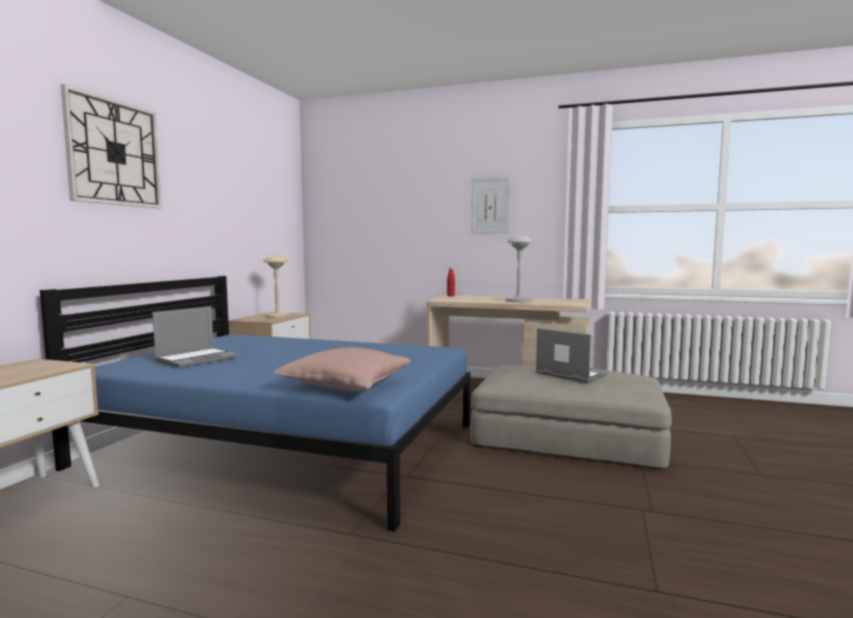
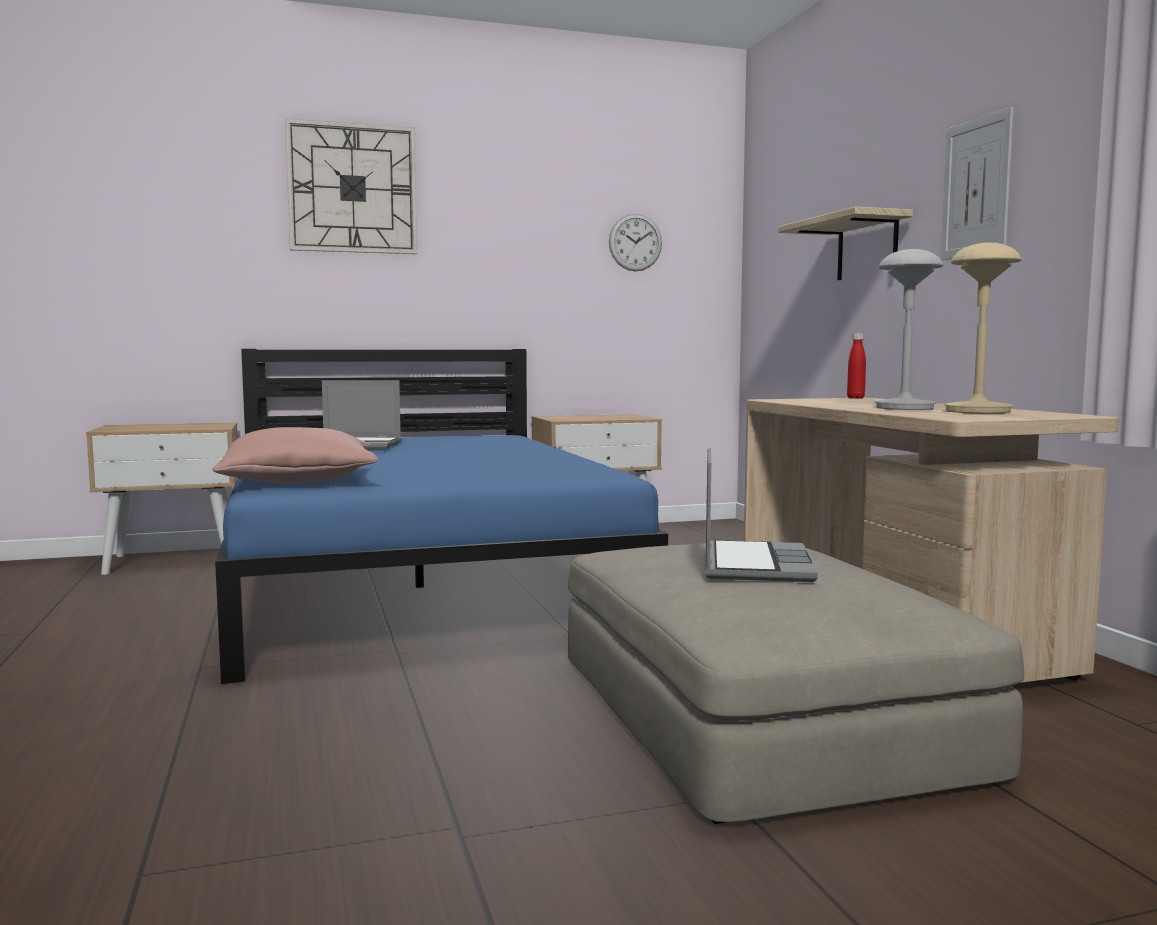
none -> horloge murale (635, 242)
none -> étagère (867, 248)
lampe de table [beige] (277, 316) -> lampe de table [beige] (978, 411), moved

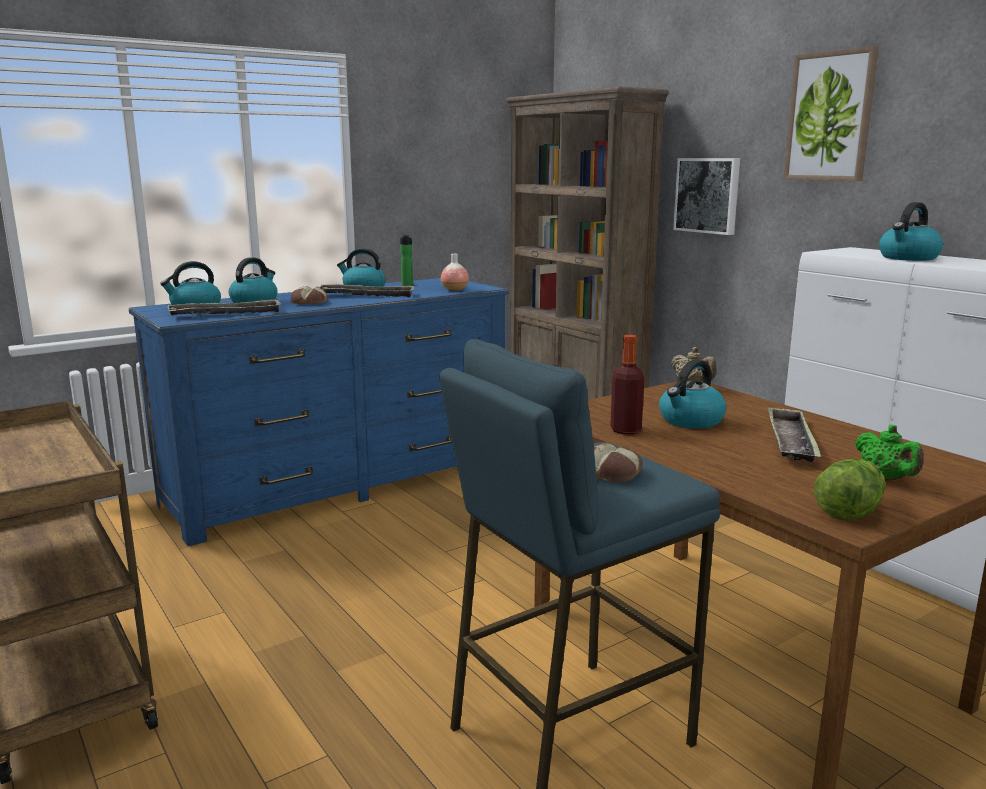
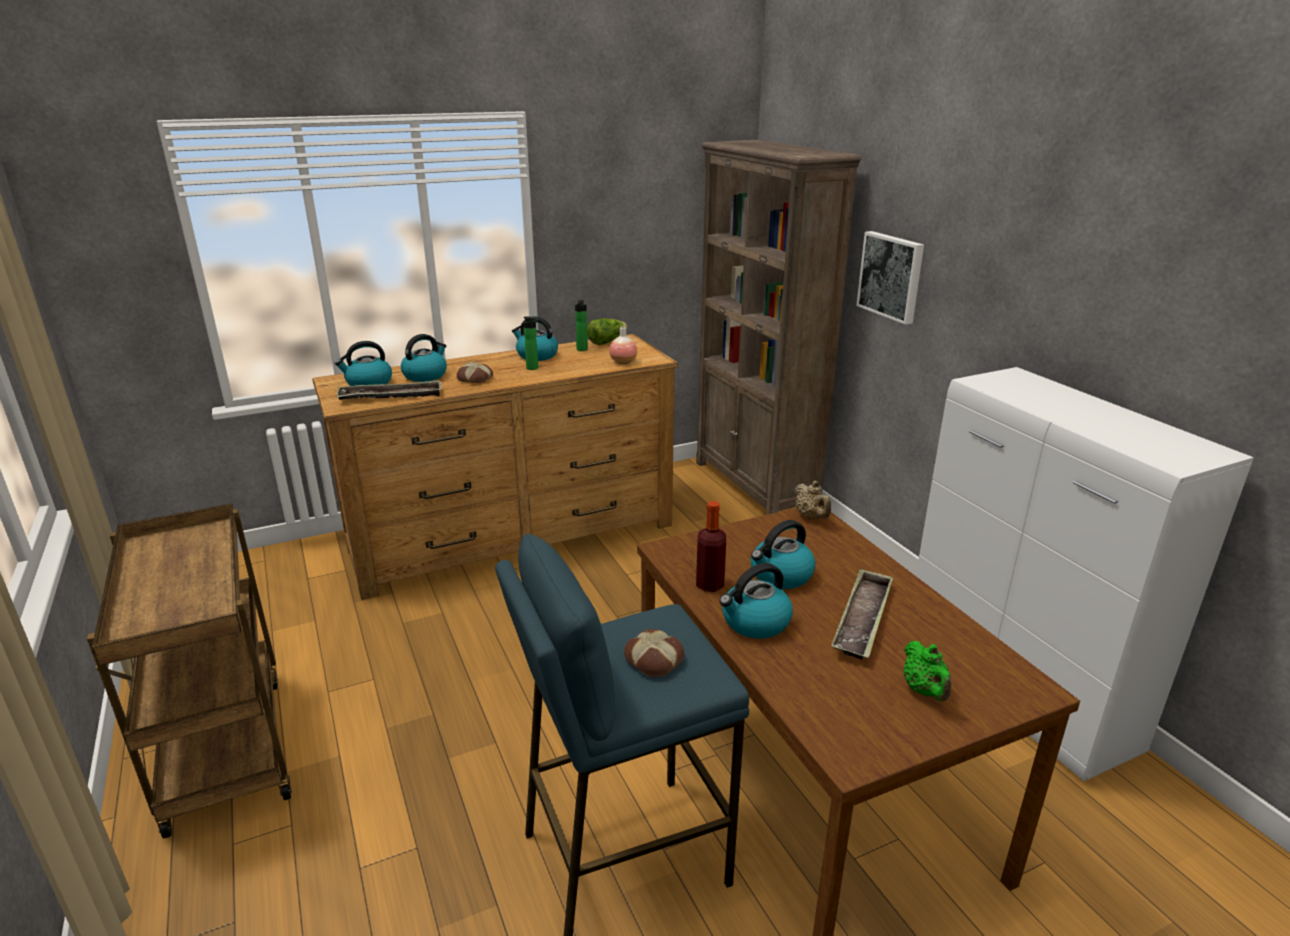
commode [bleu] (341, 484) -> commode [marron] (513, 536)
plateau (366, 295) -> bouteille (534, 368)
laitue (848, 509) -> laitue (607, 342), moved
bouilloire (908, 258) -> bouilloire (755, 622), moved
tableau (830, 117) -> none

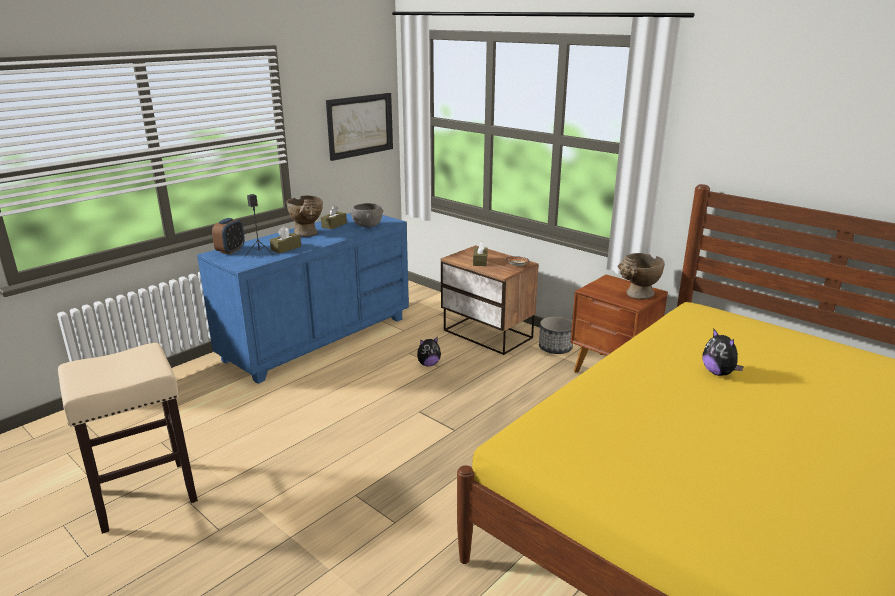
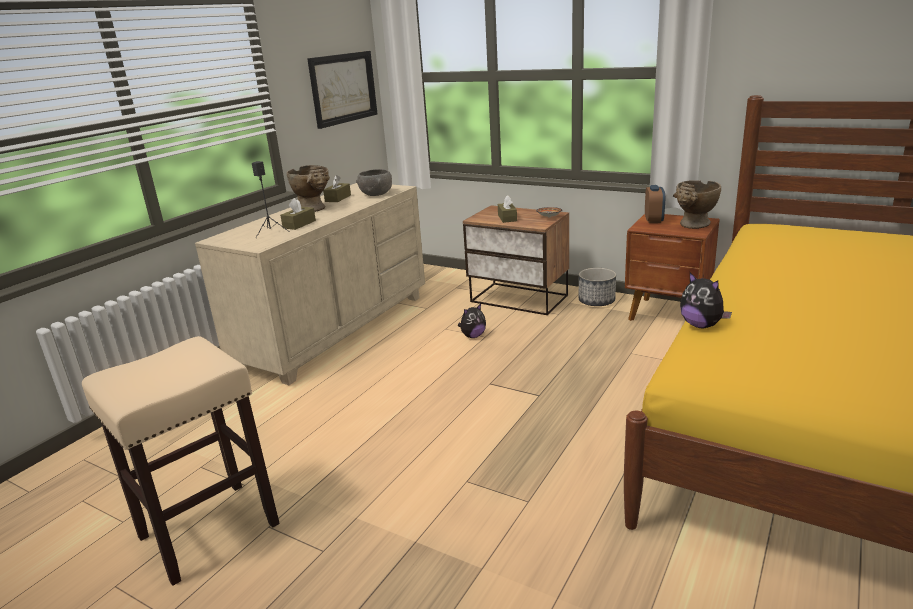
commode [bleu] (318, 339) -> commode [beige] (336, 330)
réveil (230, 250) -> réveil (653, 220), moved
peluche (718, 373) -> peluche (701, 325), moved

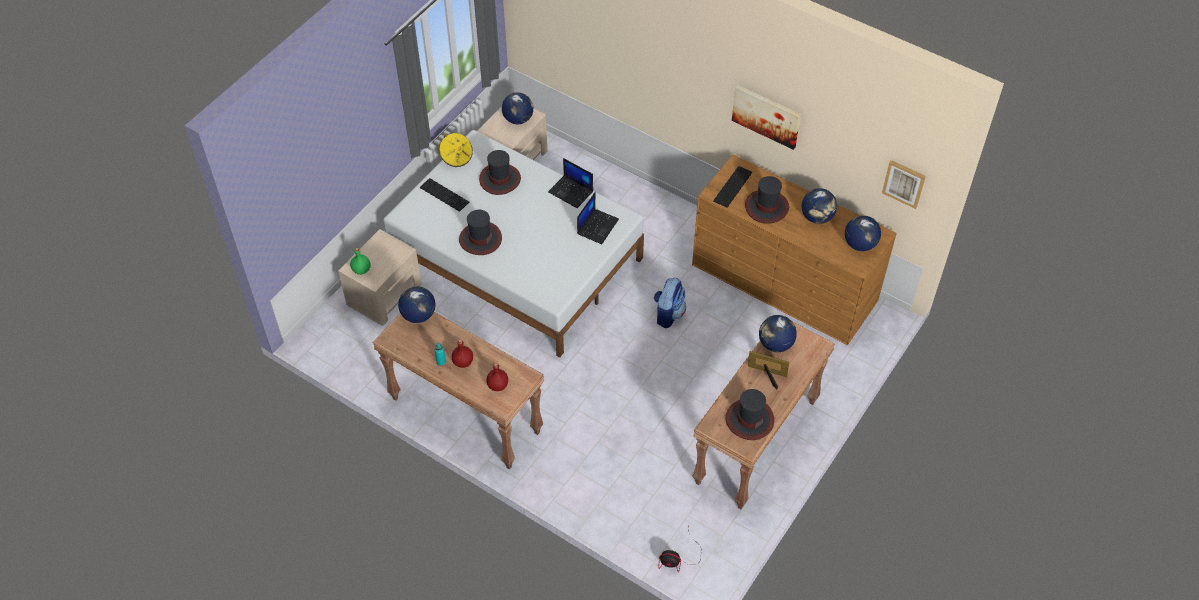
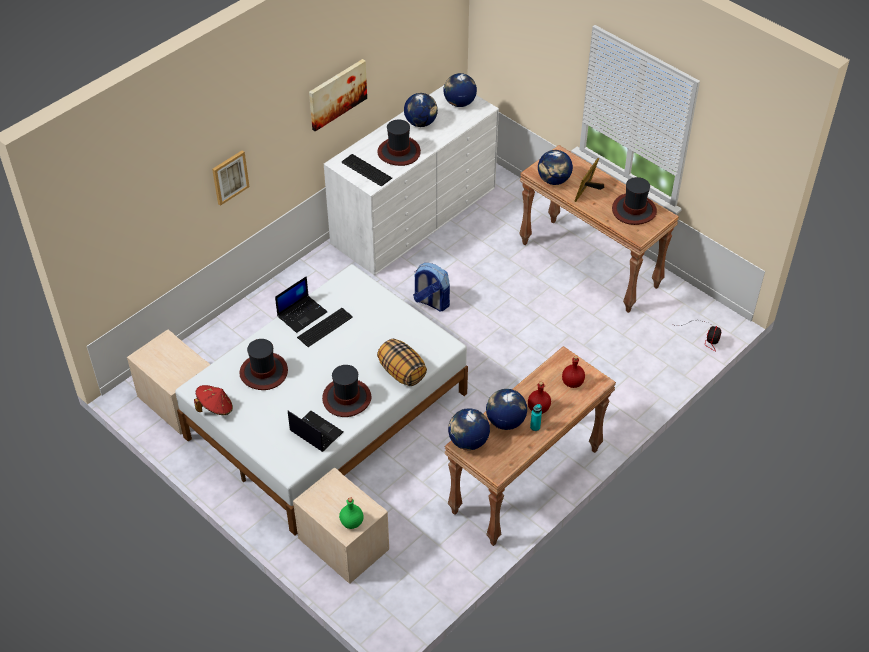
chapeau [jaune] (456, 157) -> chapeau [rouge] (215, 408)
tableau (904, 183) -> tableau (230, 177), moved
ordinateur portable (597, 226) -> ordinateur portable (315, 432), moved
clavier (444, 194) -> clavier (323, 327), moved
commode [marron] (784, 283) -> commode [blanc] (414, 214)
none -> coussin (401, 372)
globe (518, 119) -> globe (505, 421), moved

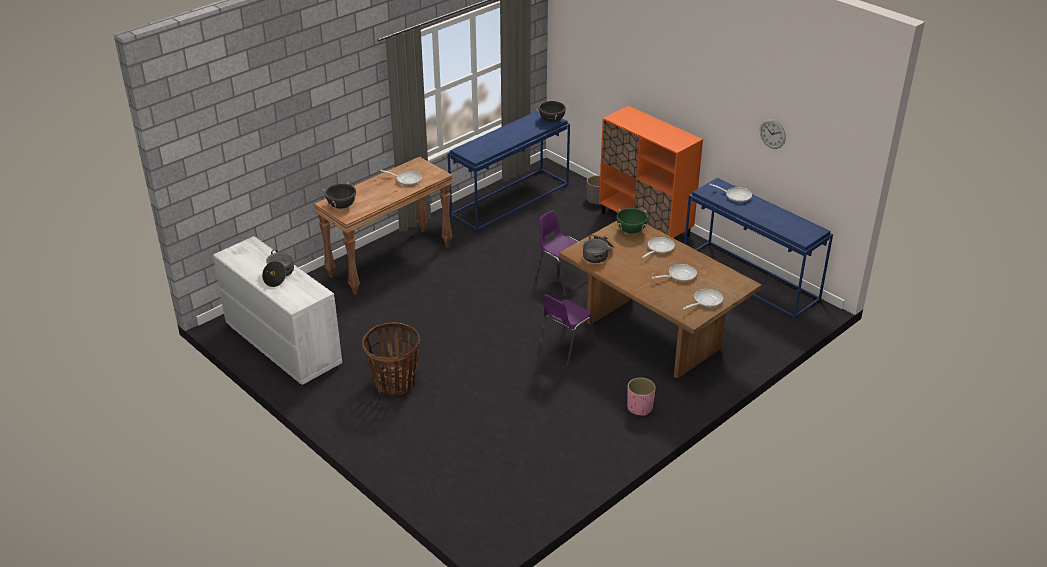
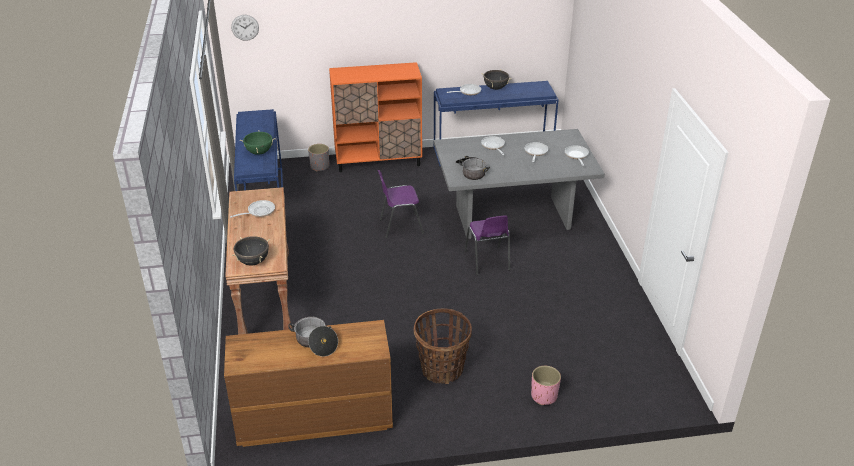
commode [blanc] (282, 344) -> commode [marron] (313, 419)
horloge murale (772, 133) -> horloge murale (245, 27), moved
marmite [vert] (631, 231) -> marmite [vert] (259, 152), moved
table à manger [marron] (652, 335) -> table à manger [gris] (512, 217)
marmite [noir] (552, 120) -> marmite [noir] (495, 88), moved
cache-pot [rose] (640, 407) -> cache-pot [rose] (544, 396), moved

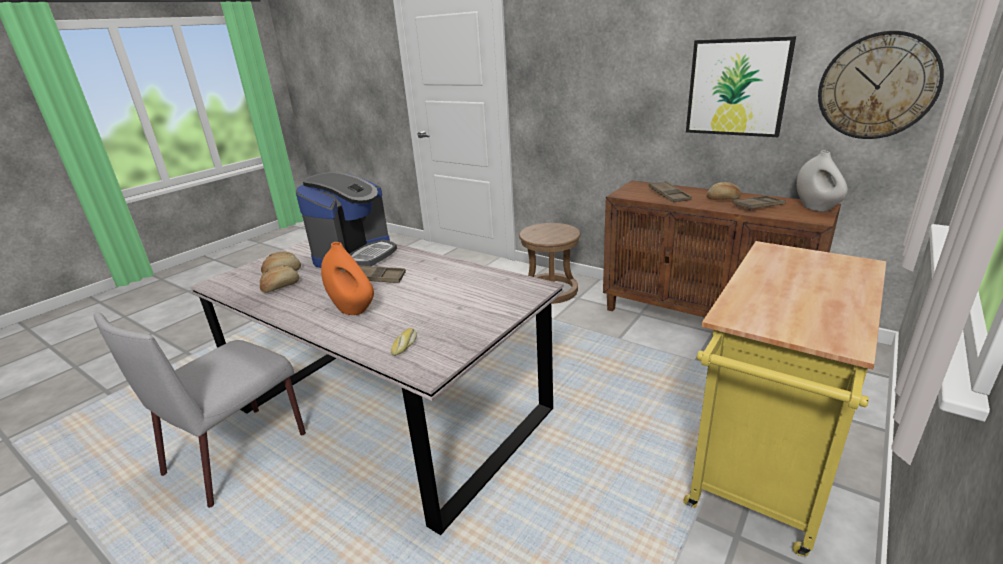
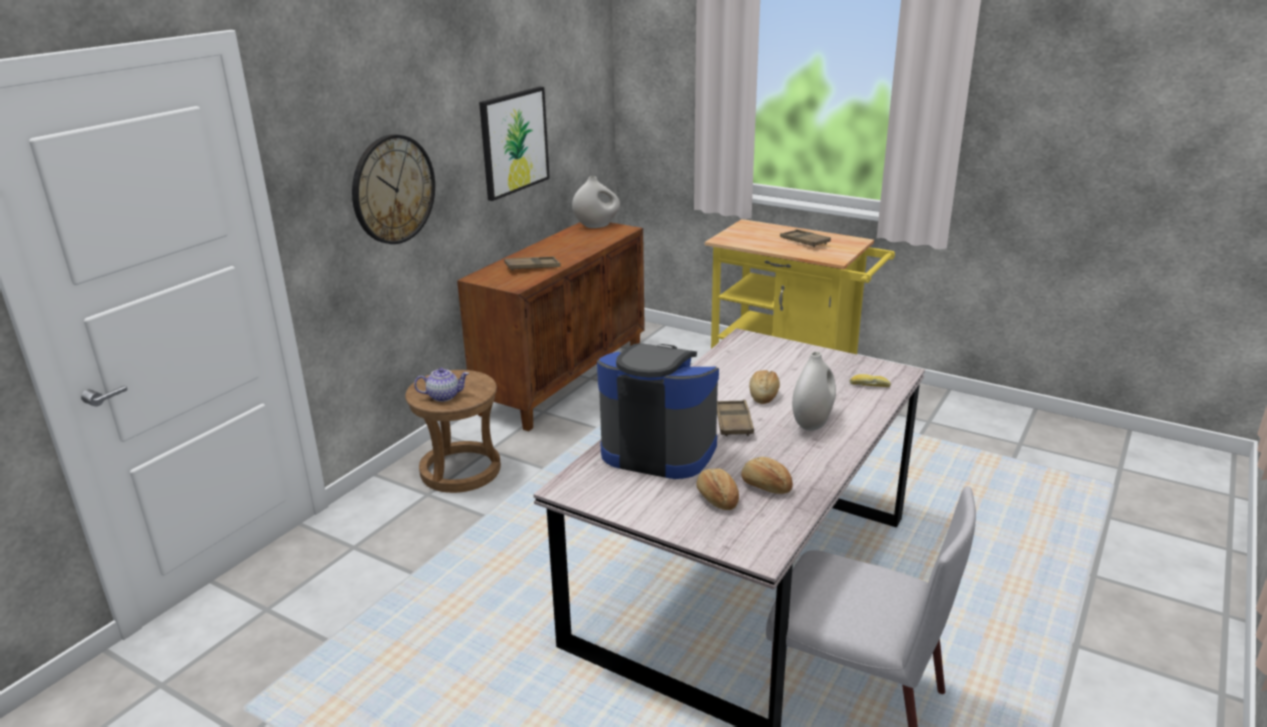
horloge murale (877, 86) -> horloge murale (393, 189), moved
none -> théière (444, 396)
pain (723, 199) -> pain (763, 395), moved
plateau [marron] (758, 206) -> plateau [marron] (804, 242), moved
vase [orange] (352, 309) -> vase [blanc] (812, 422)

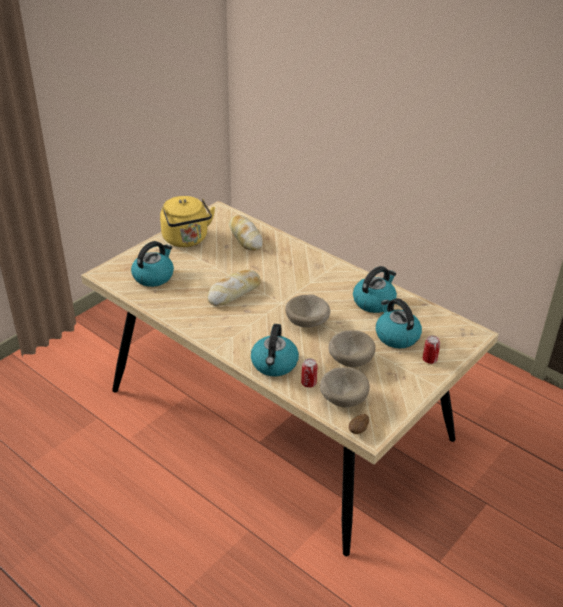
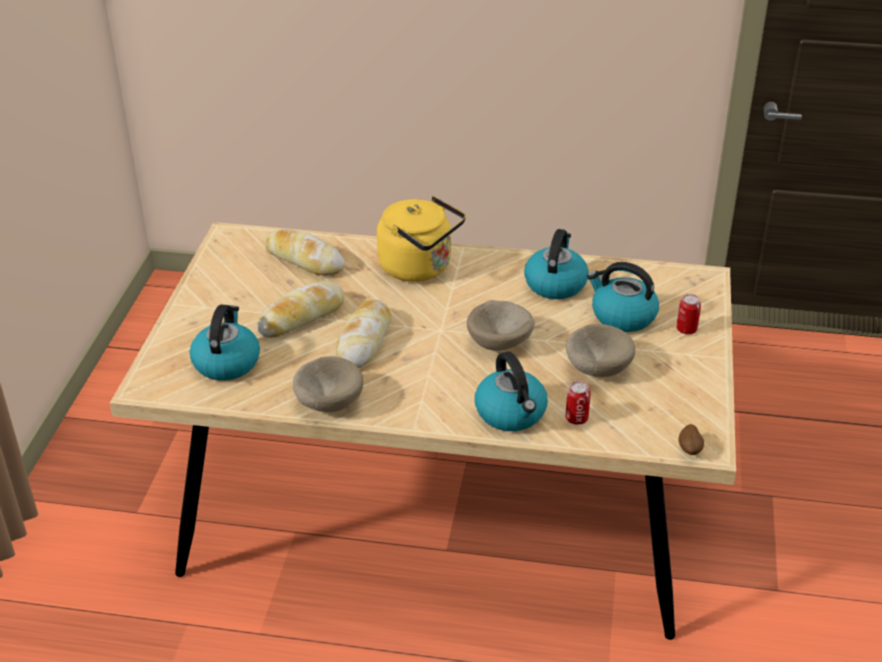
none -> pain (301, 317)
bol [beige] (343, 398) -> bol [beige] (328, 401), moved
bouilloire [jaune] (187, 240) -> bouilloire [jaune] (420, 268), moved

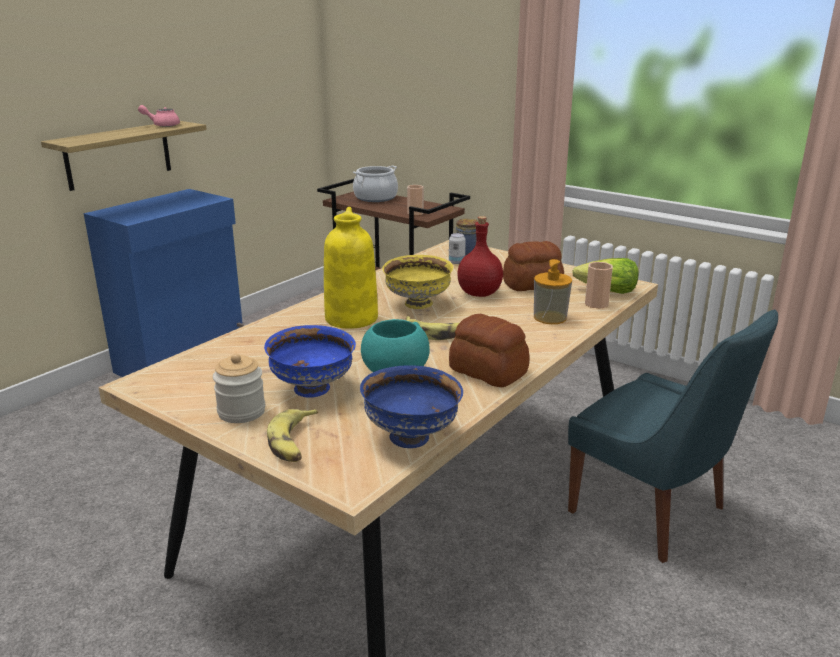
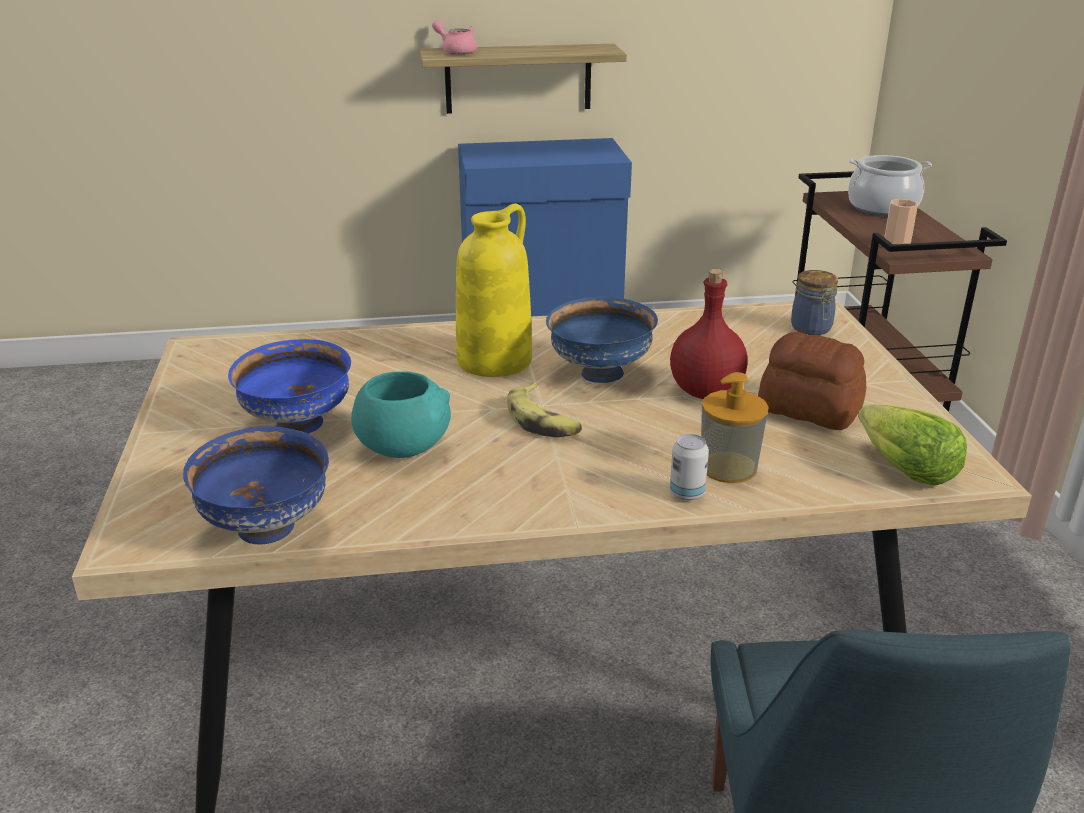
théière [rose] (162, 125) -> théière [rose] (456, 51), moved
bol [jaune] (418, 304) -> bol [bleu] (600, 375)
boîte métallique (456, 262) -> boîte métallique (687, 493), moved
bocal (241, 412) -> none
banane (294, 443) -> none
pain (488, 372) -> none
tasse (596, 304) -> none

